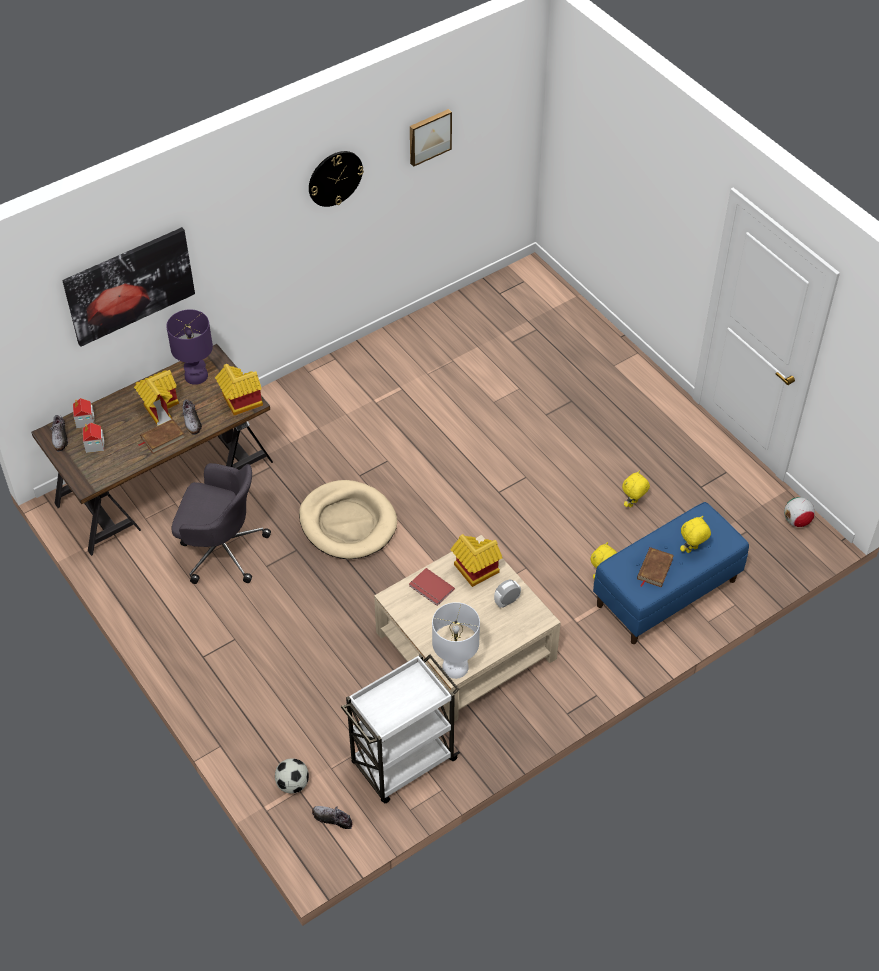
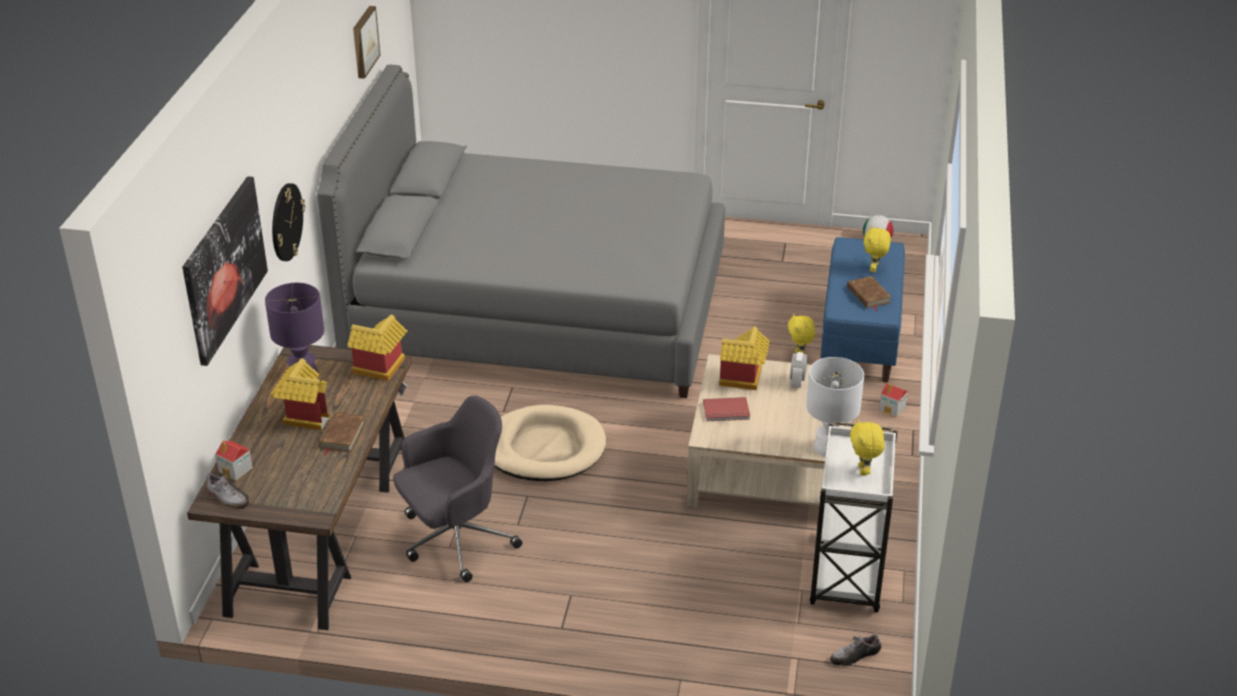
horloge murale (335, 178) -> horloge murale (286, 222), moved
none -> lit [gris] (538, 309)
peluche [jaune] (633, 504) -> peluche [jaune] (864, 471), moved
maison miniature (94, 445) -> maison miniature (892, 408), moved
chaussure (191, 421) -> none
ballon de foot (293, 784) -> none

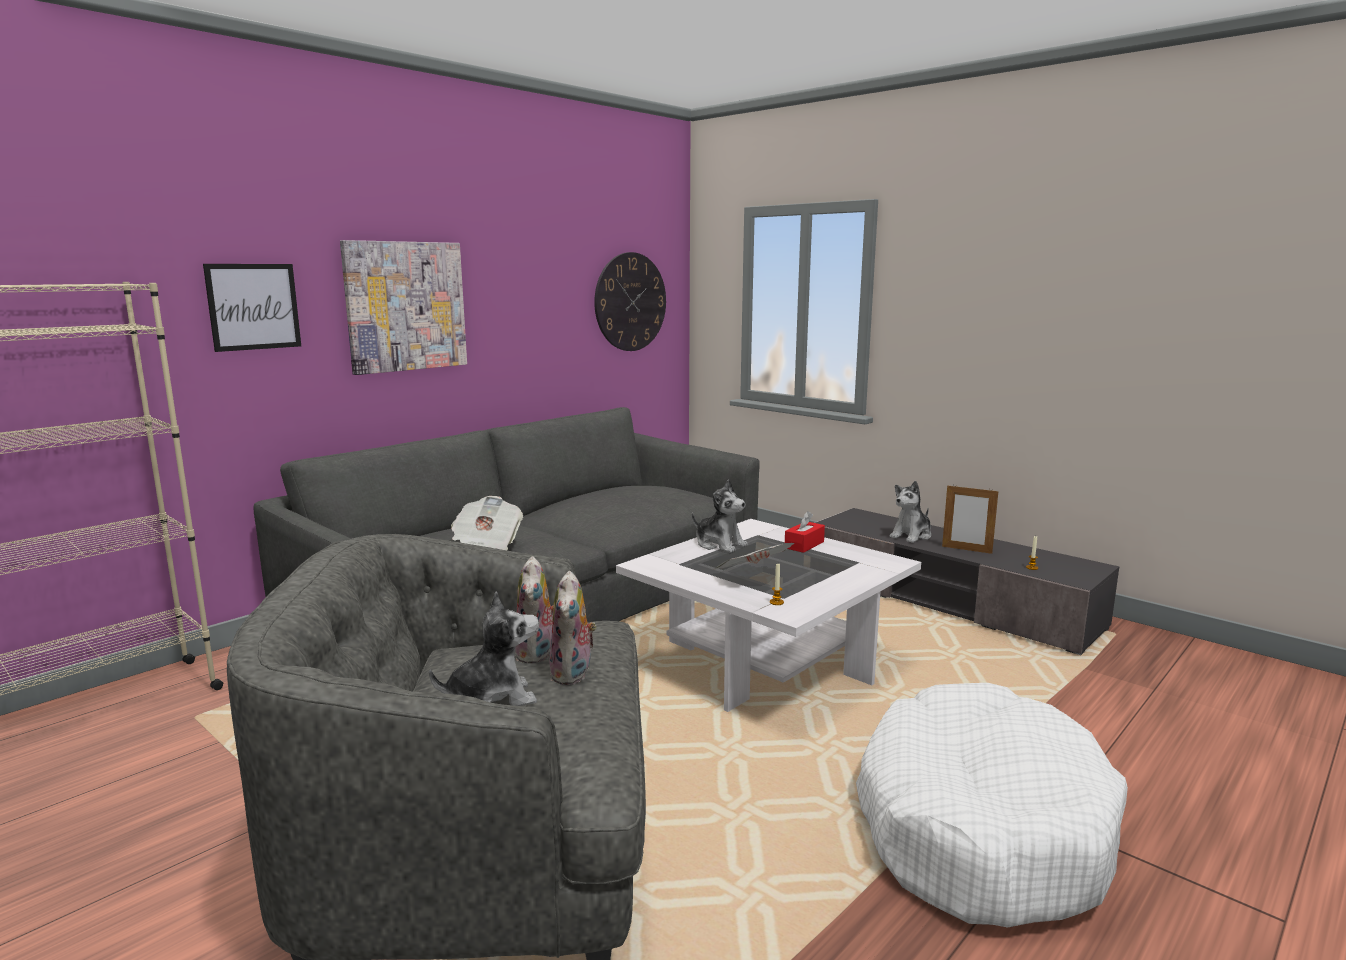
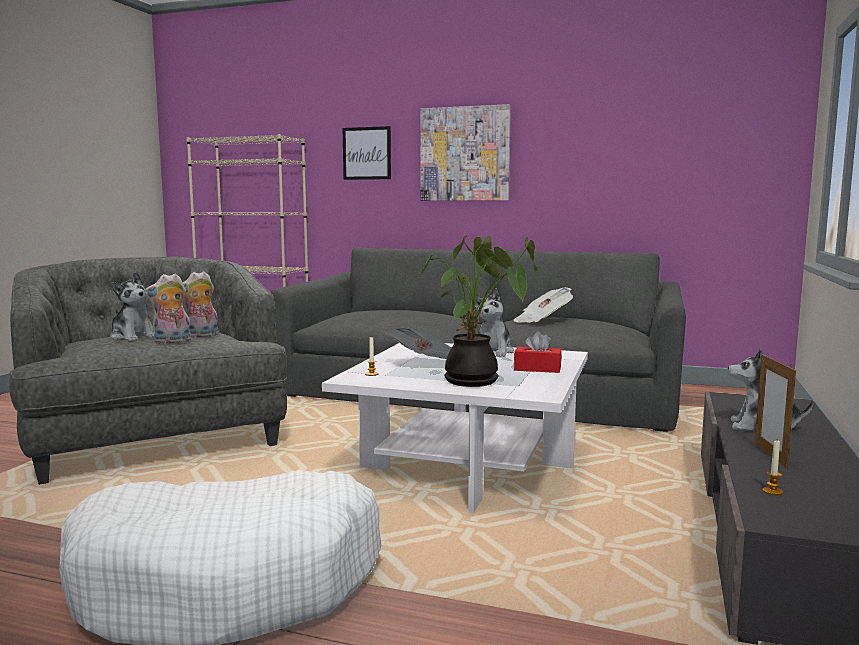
none -> plante en pot (475, 382)
journal (486, 546) -> journal (542, 321), moved
horloge murale (630, 302) -> none

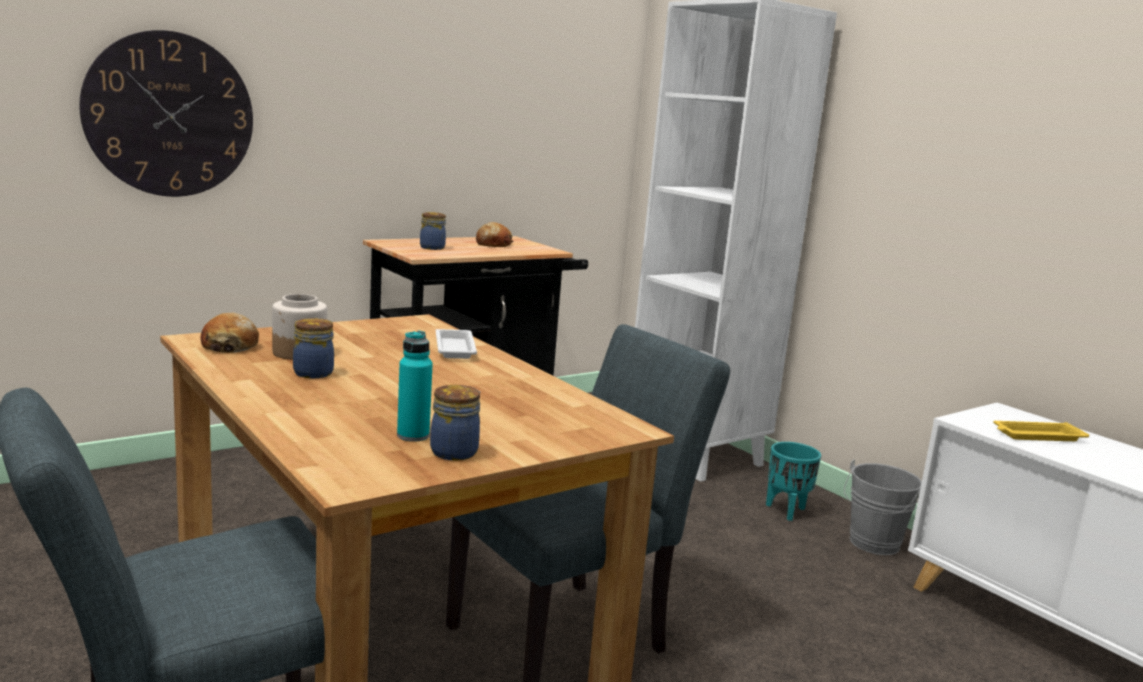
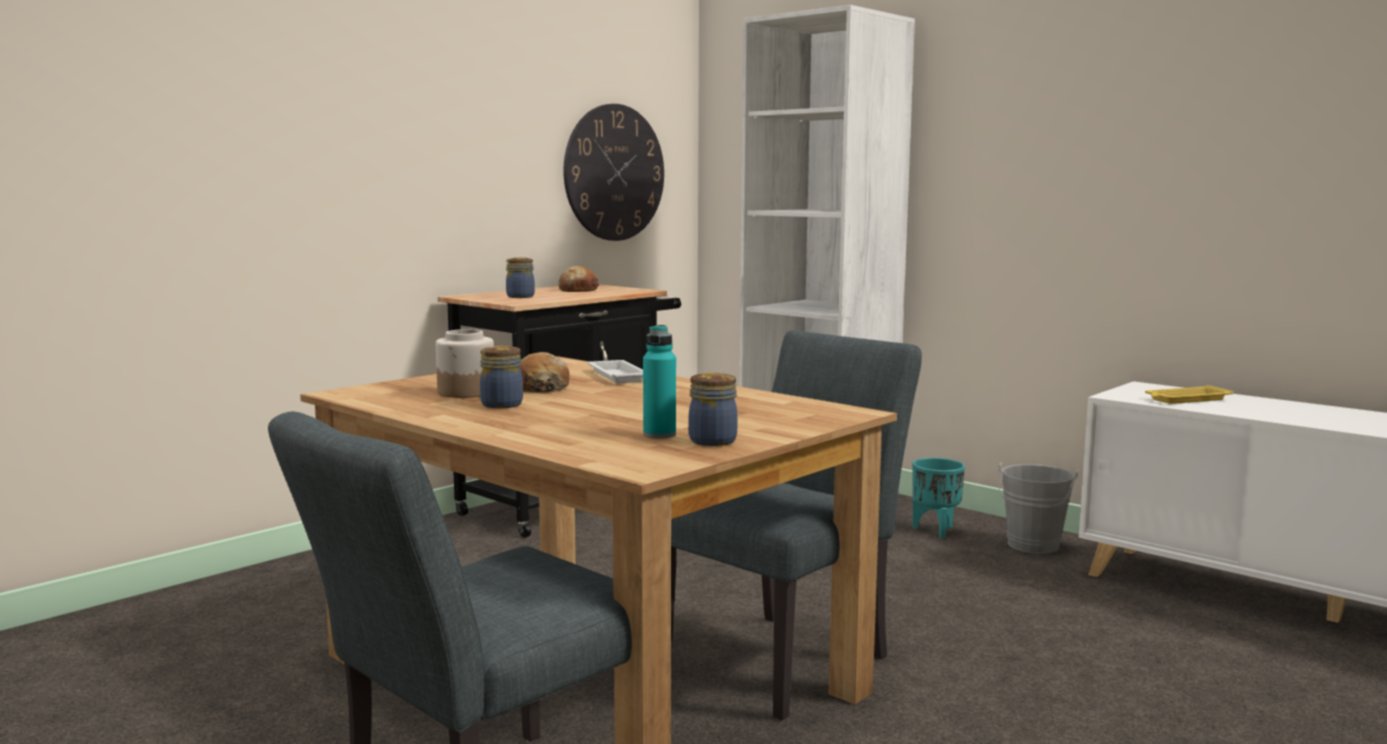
pain (230, 346) -> pain (540, 388), moved
horloge murale (170, 115) -> horloge murale (614, 173), moved

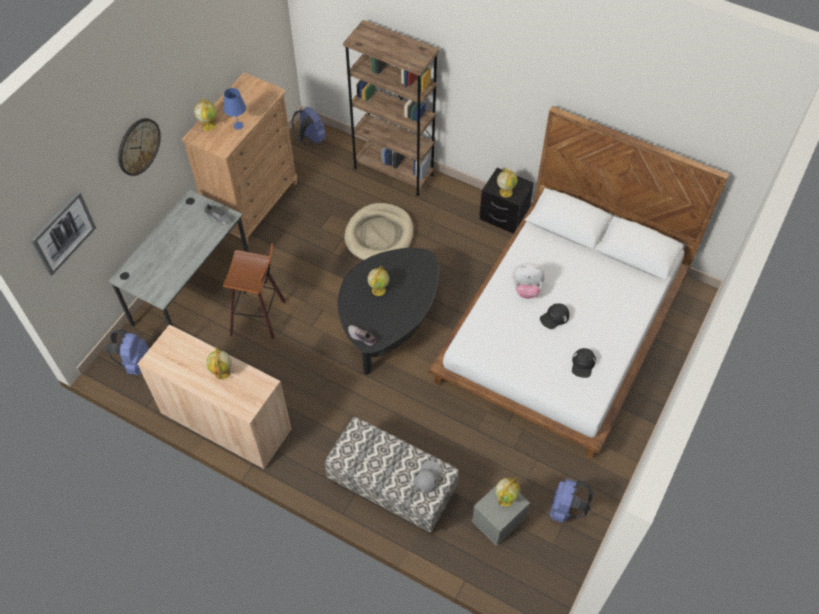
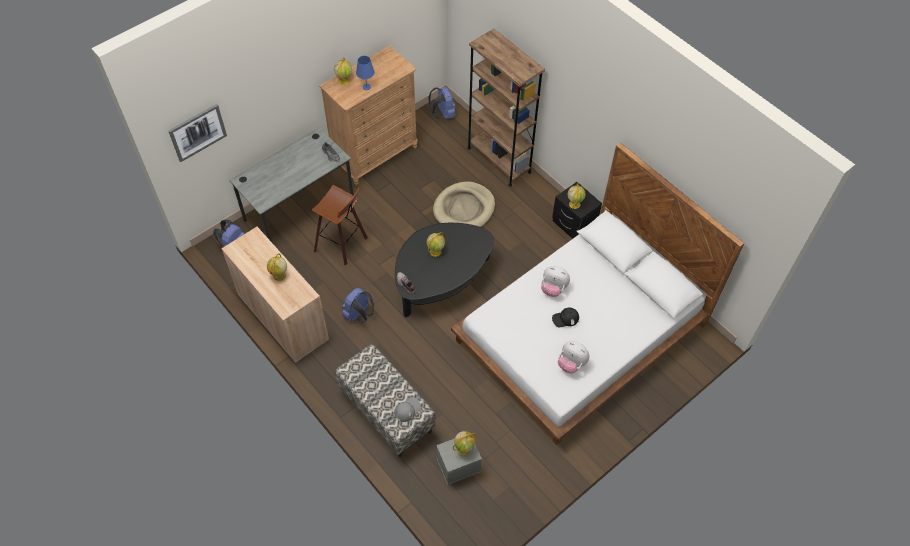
sac à dos [bleu] (565, 509) -> sac à dos [bleu] (359, 315), moved
casquette [noir] (583, 364) -> peluche (571, 364)
horloge murale (138, 146) -> none

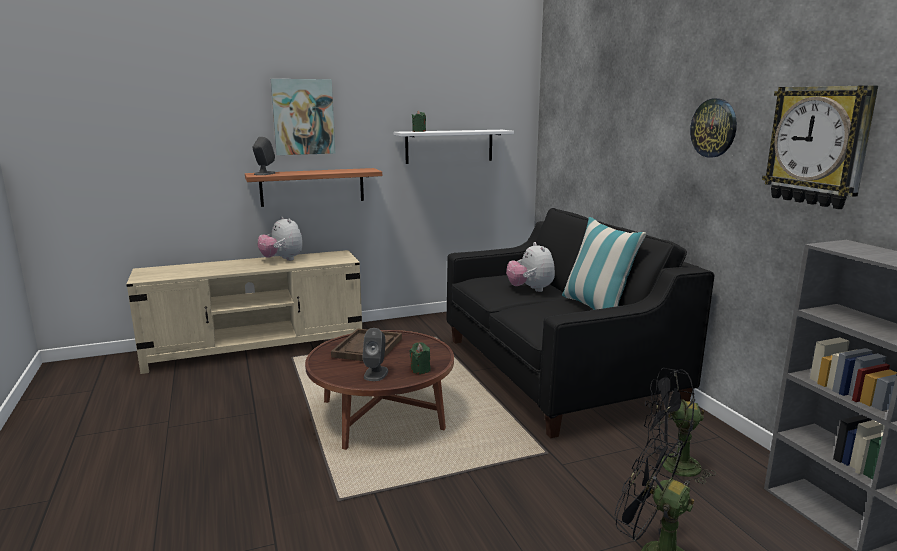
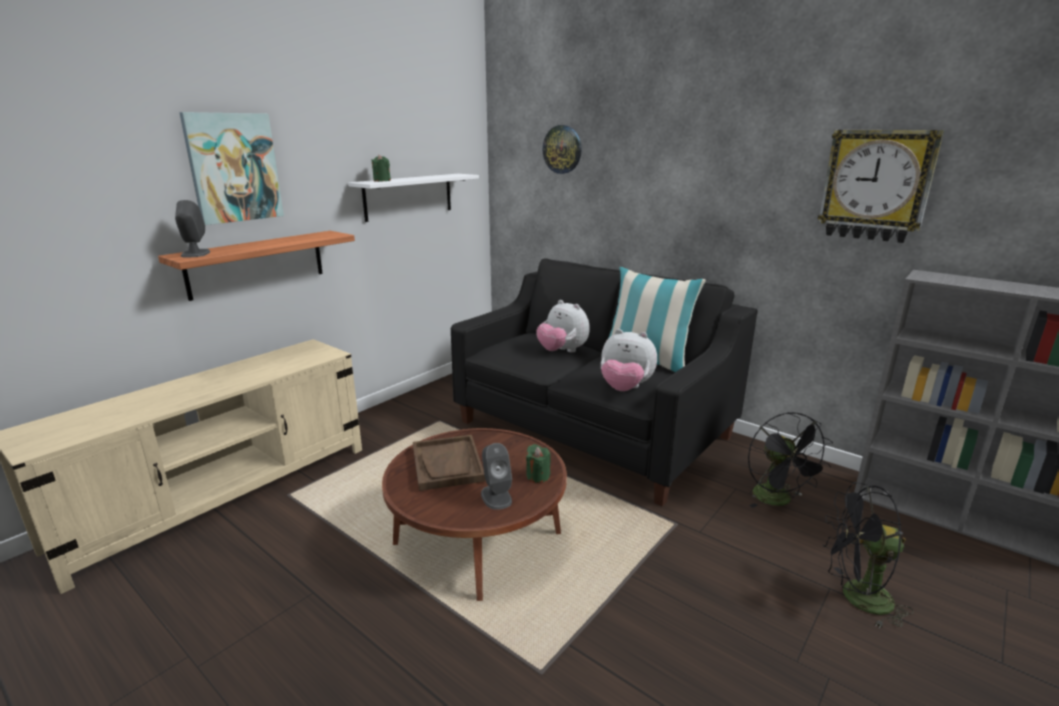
horloge murale (714, 128) -> horloge murale (562, 149), moved
peluche (282, 259) -> peluche (625, 388), moved
ventilateur [noir] (671, 467) -> ventilateur [noir] (778, 500), 75 degrees counterclockwise

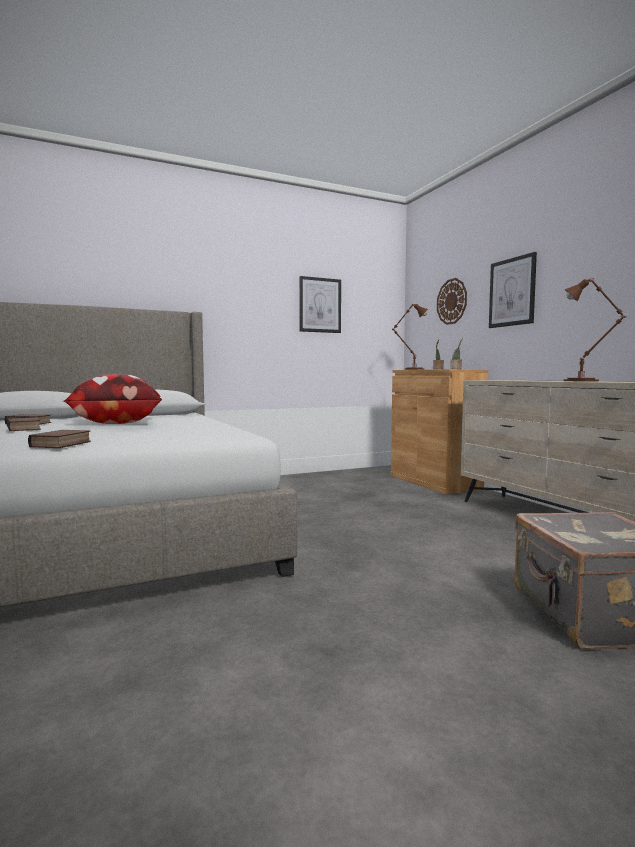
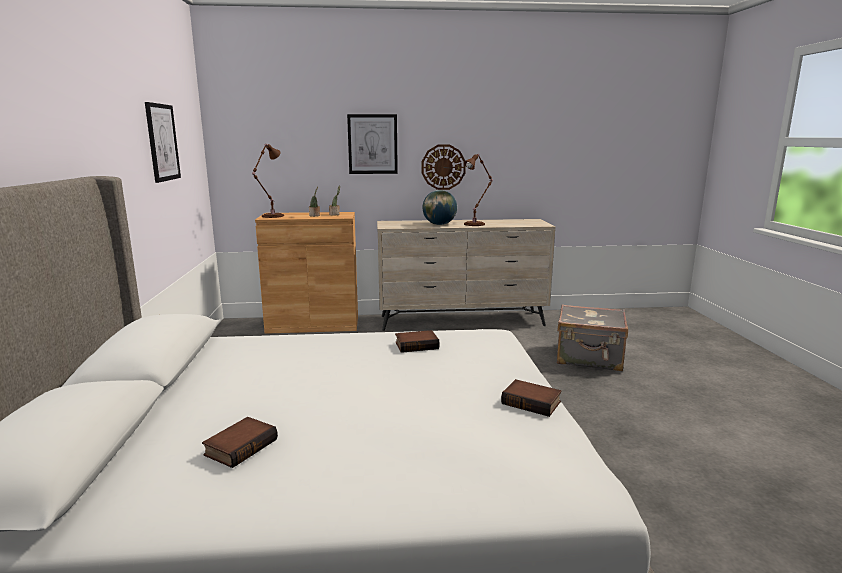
livre (25, 428) -> livre (417, 345), moved
horloge murale (452, 301) -> horloge murale (443, 167), moved
none -> globe (439, 224)
coussin (117, 423) -> none

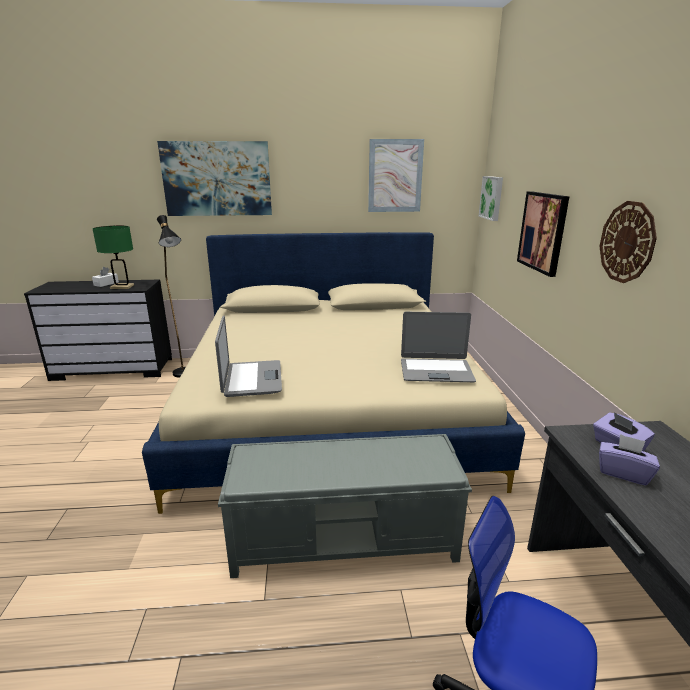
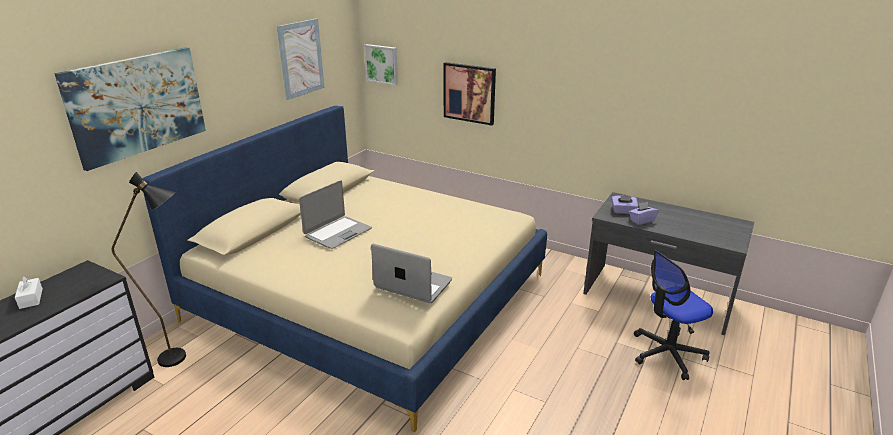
ordinateur portable (436, 371) -> ordinateur portable (338, 233), moved
lampe de table [vert] (122, 287) -> none
banc [gris] (345, 540) -> none
horloge murale (627, 242) -> none

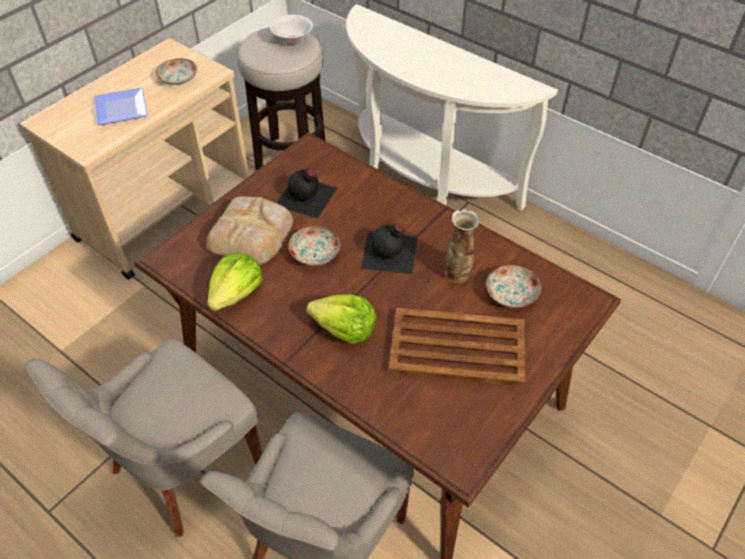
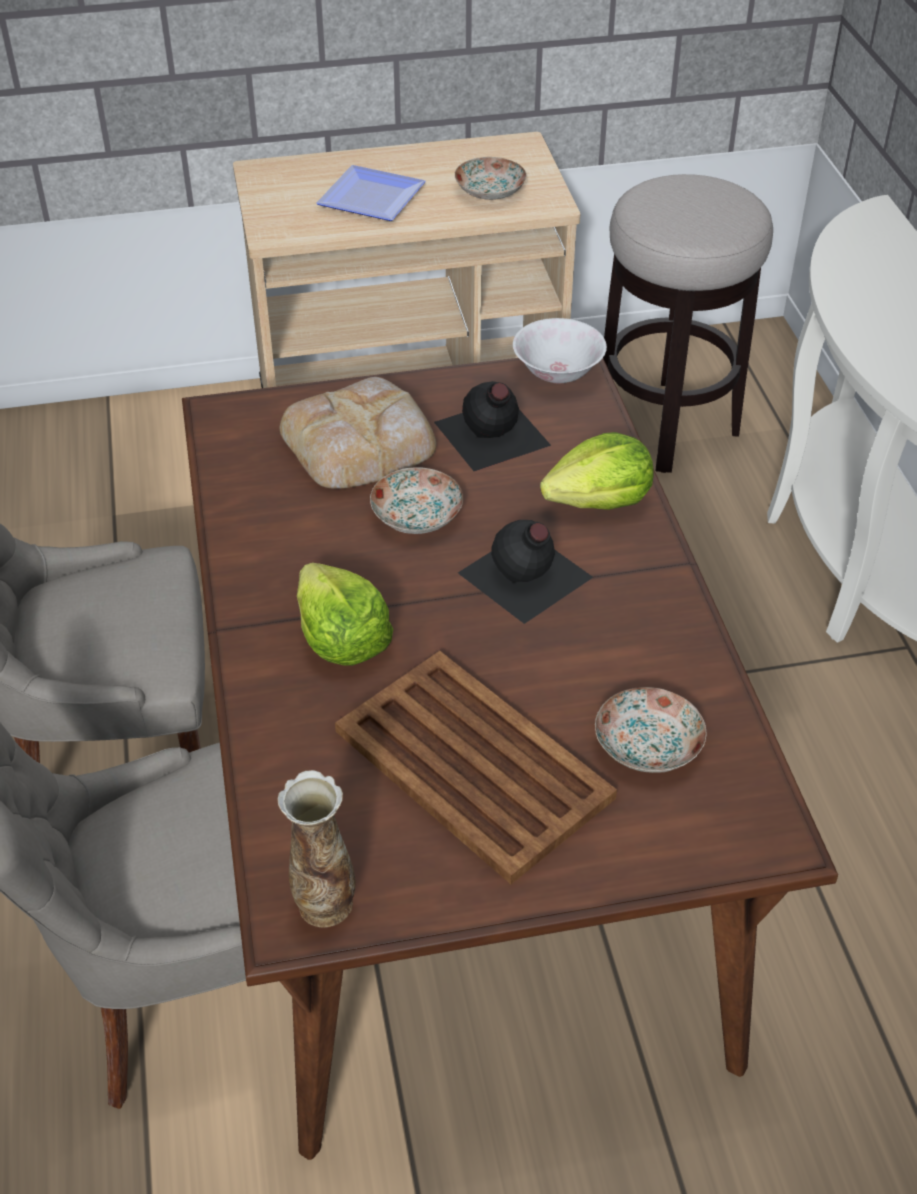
vase (457, 274) -> vase (324, 906), moved
bol [blanc] (292, 40) -> bol [blanc] (558, 373), moved
laitue (237, 293) -> laitue (600, 501), moved

